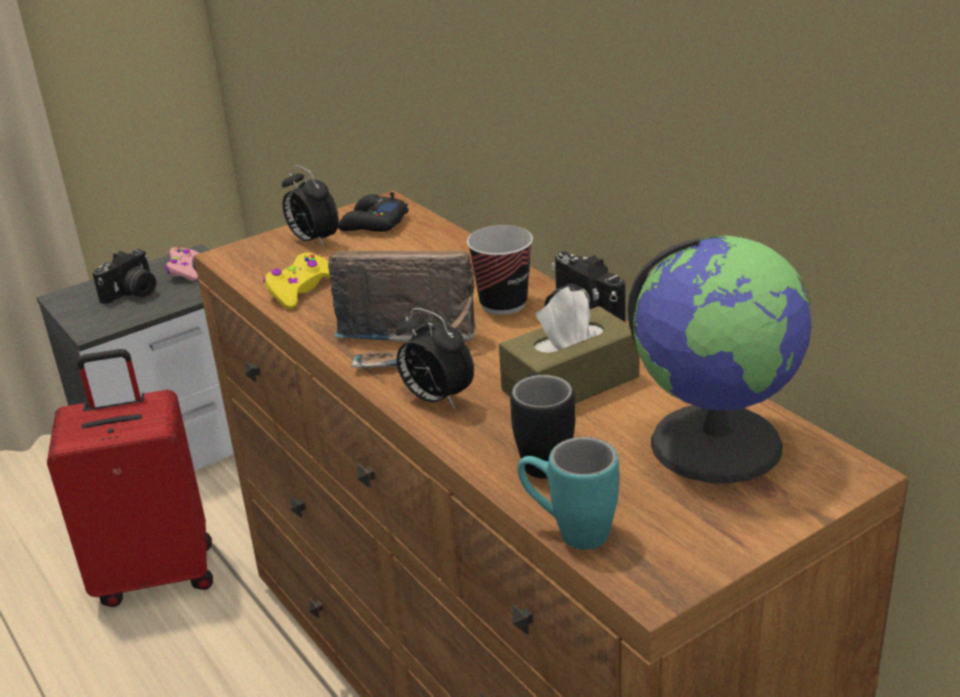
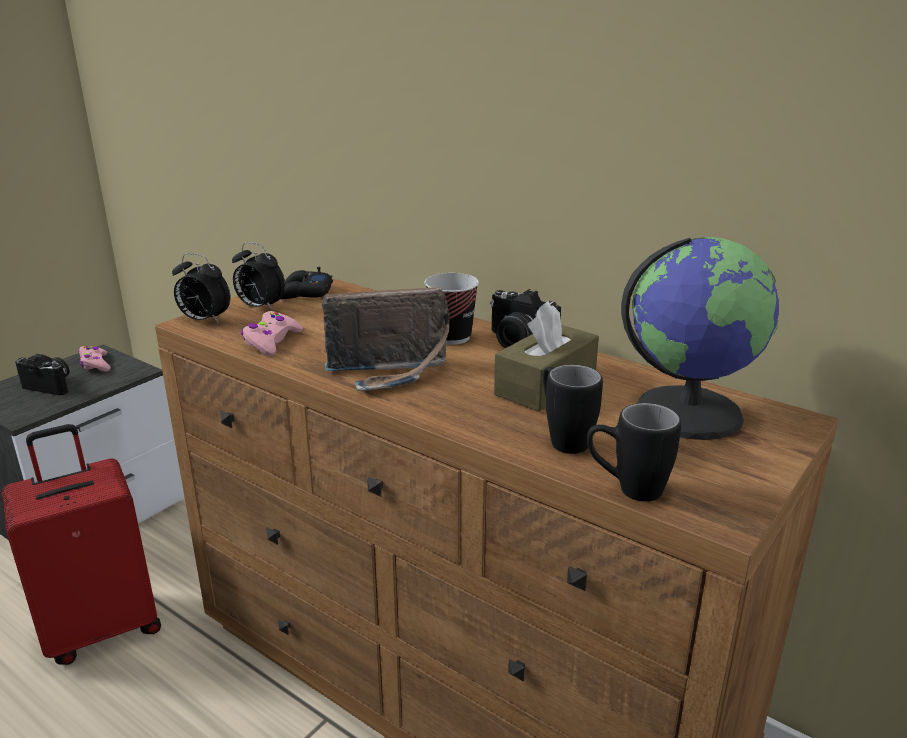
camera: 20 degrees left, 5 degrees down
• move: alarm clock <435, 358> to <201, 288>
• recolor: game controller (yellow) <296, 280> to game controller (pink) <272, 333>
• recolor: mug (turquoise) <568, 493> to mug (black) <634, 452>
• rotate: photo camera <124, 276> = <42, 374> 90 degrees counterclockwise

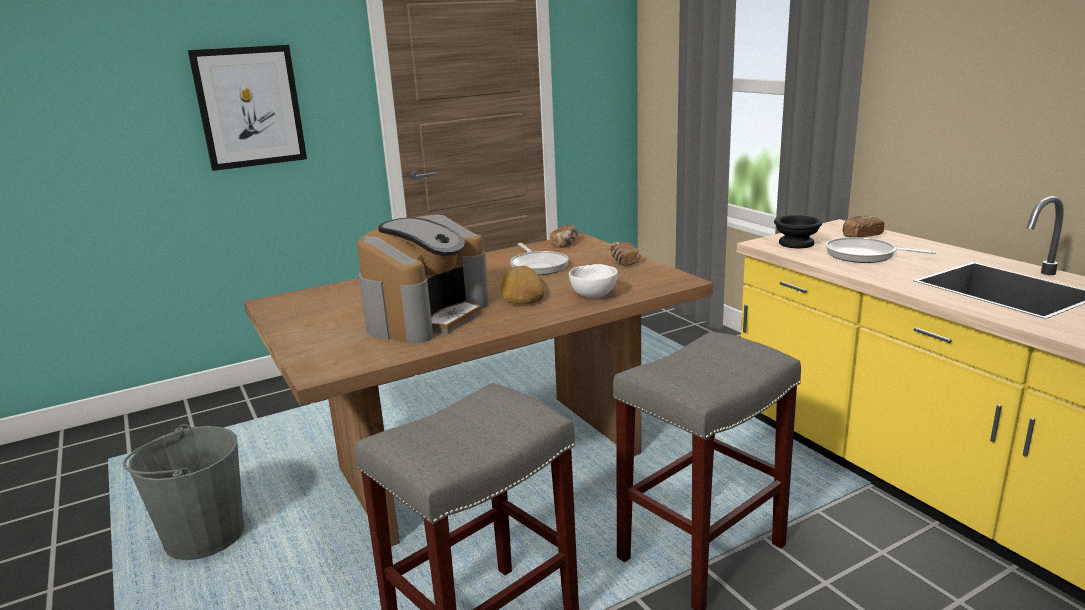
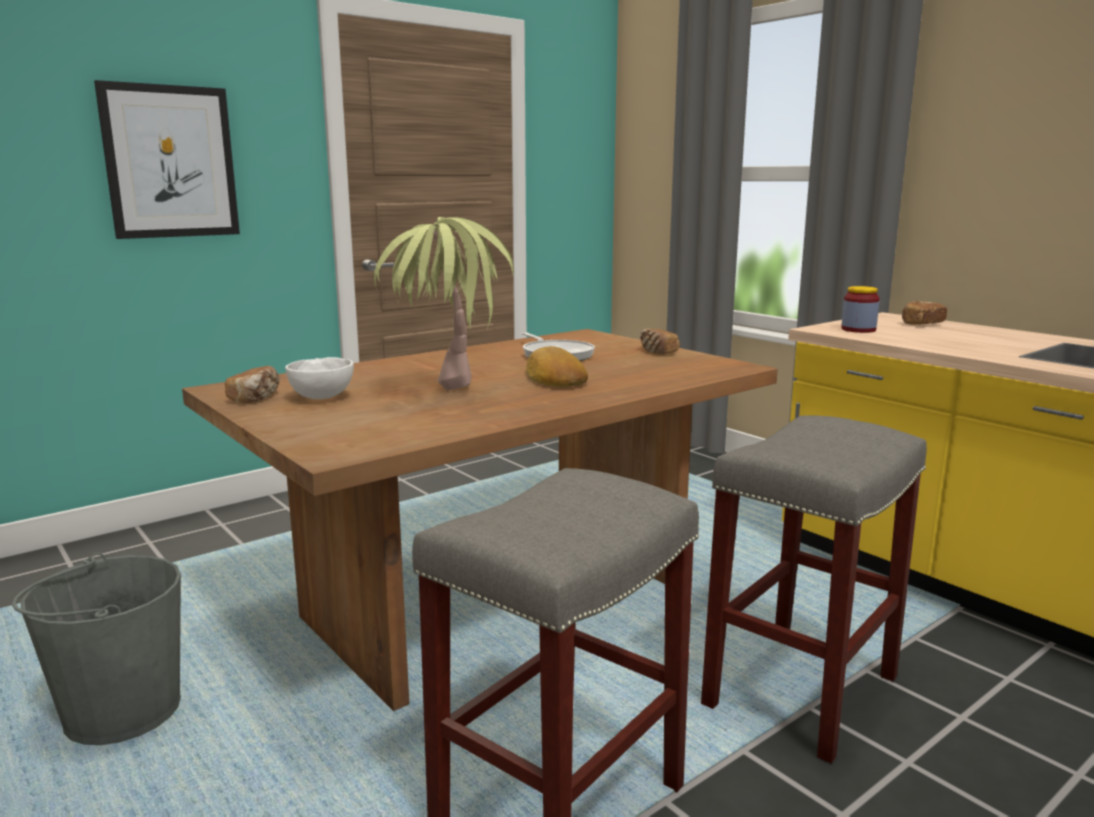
camera: 10 degrees left, 5 degrees down
• delete: frying pan <881, 250>
• move: bread <564, 236> to <252, 385>
• move: bowl (white) <593, 281> to <319, 378>
• replace: coffee machine <423, 279> to potted plant <444, 303>
• replace: bowl (black) <798, 231> to jar <860, 309>

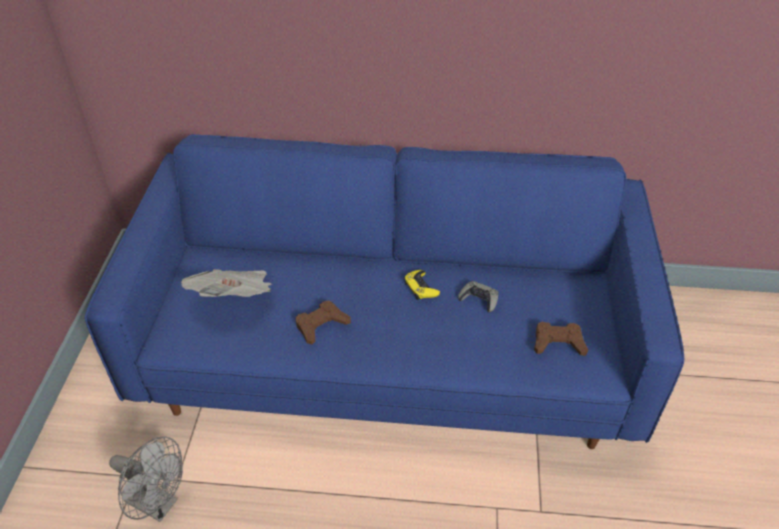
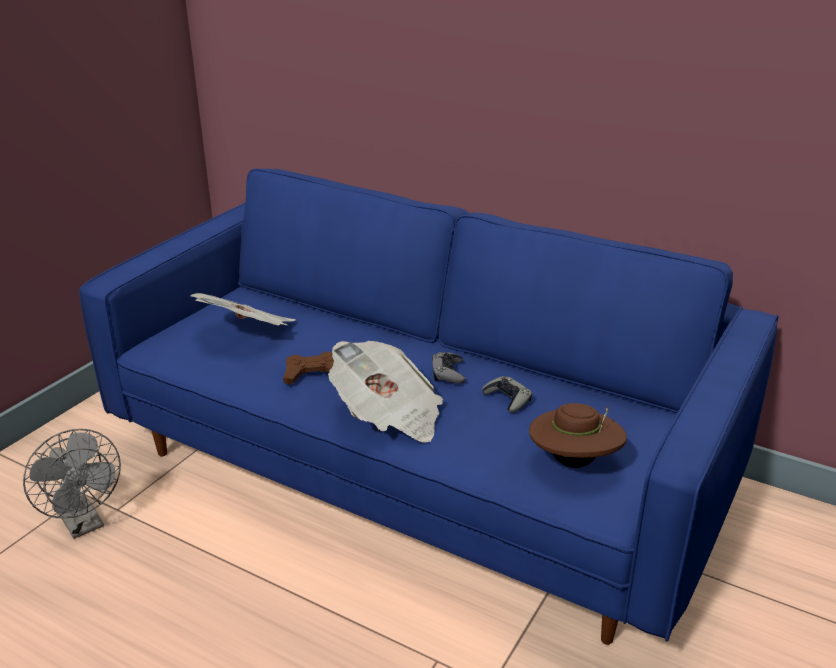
camera: 25 degrees right, 15 degrees down
• insert: newspaper <385, 392>
• replace: game controller (brown) <561, 339> to hat (brown) <578, 435>
• recolor: game controller (yellow) <422, 285> to game controller (grey) <448, 368>

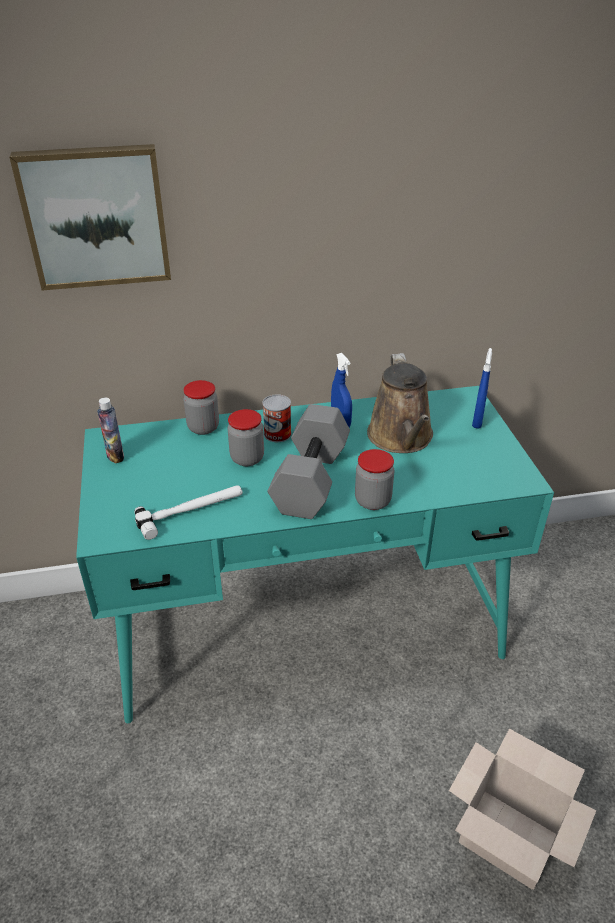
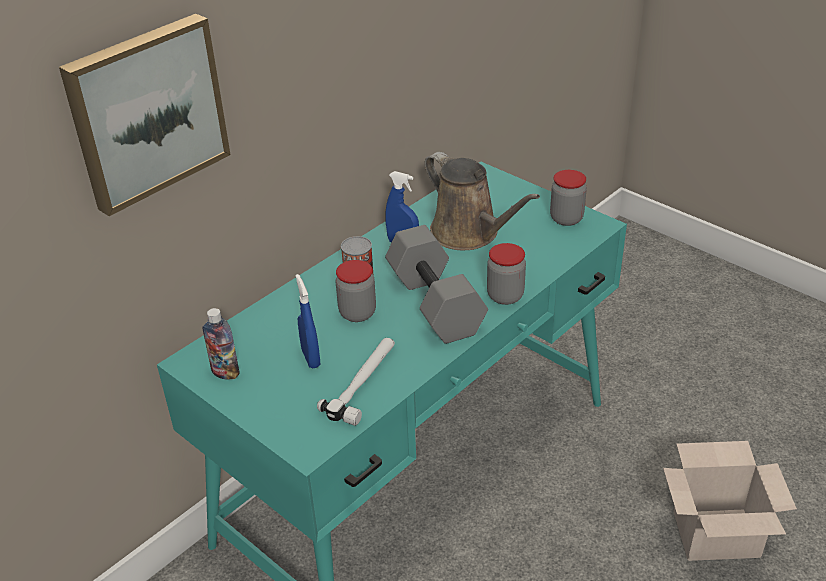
camera: 35 degrees left, 0 degrees up
• move: jar <201, 407> to <568, 198>
• move: spray bottle (blue) <482, 388> to <308, 321>

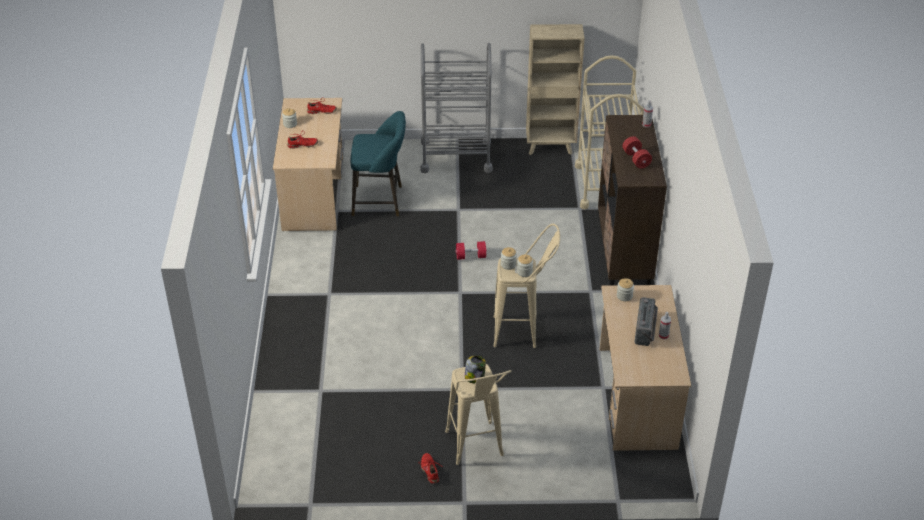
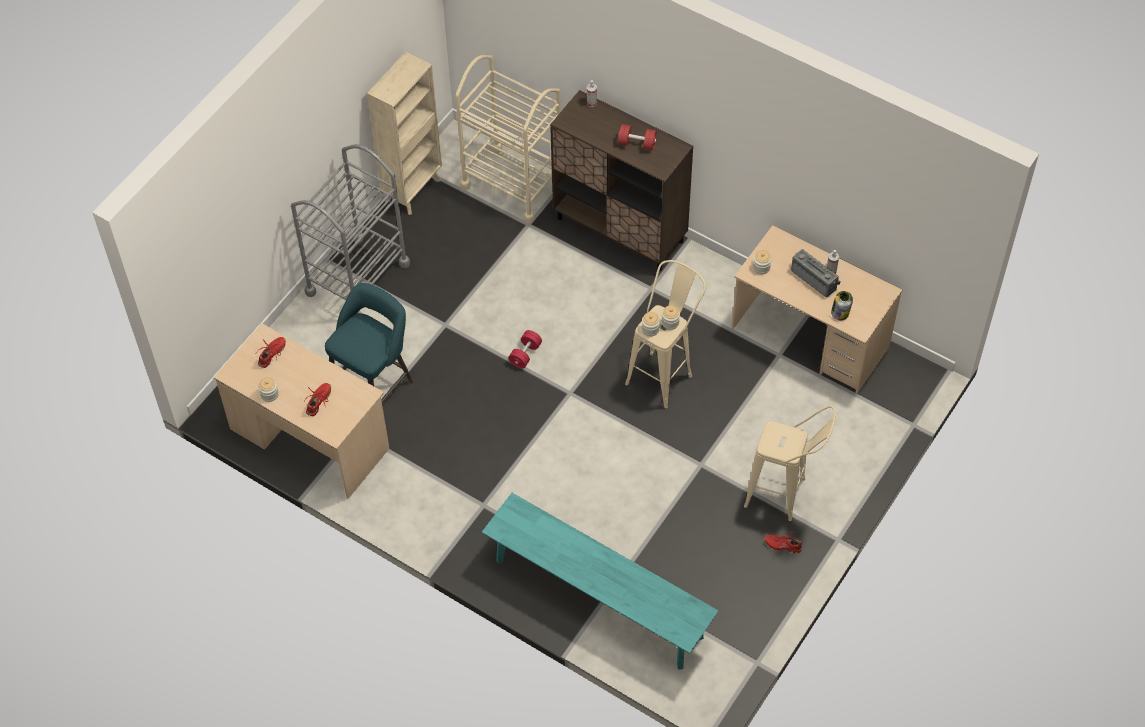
camera: 55 degrees left, 15 degrees up
• insert: bench (turquoise) <600, 581>
• move: jar <475, 369> to <842, 305>

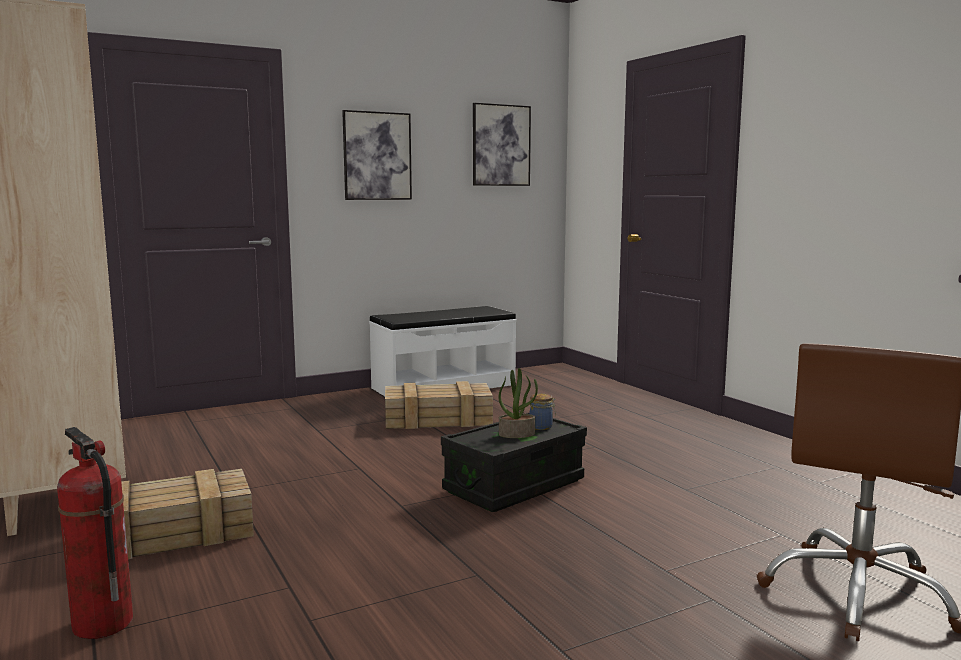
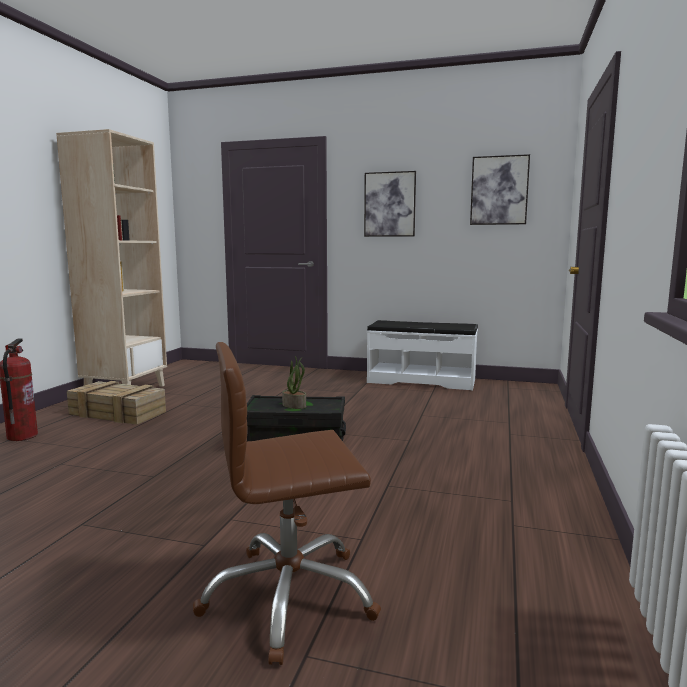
camera: 45 degrees right, 0 degrees up
• delete: crate <439, 405>
• delete: jar <542, 412>

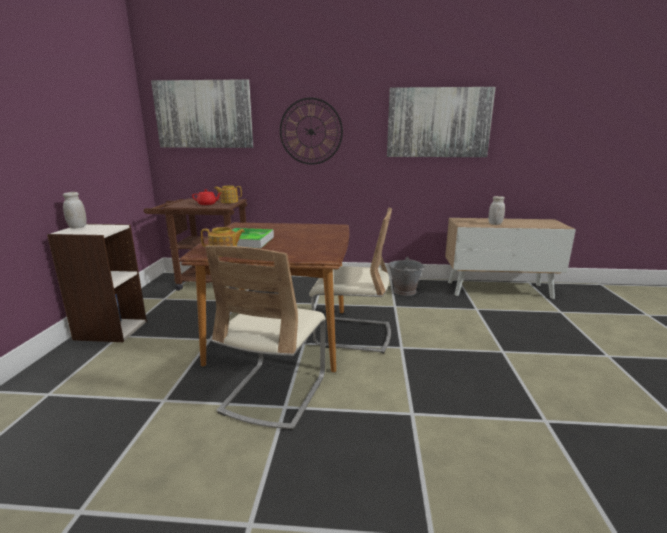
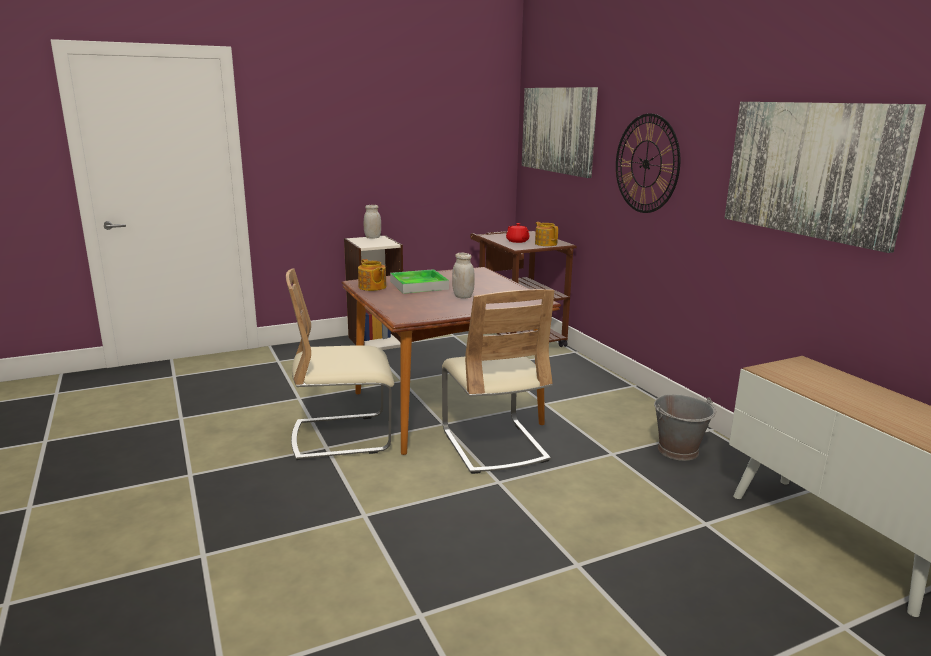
camera: 60 degrees right, 0 degrees up
• move: jar (white) <496, 210> to <463, 276>

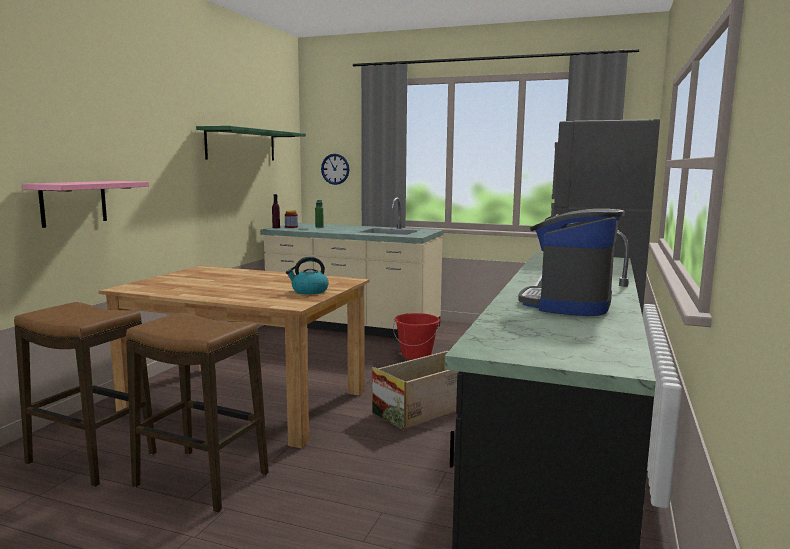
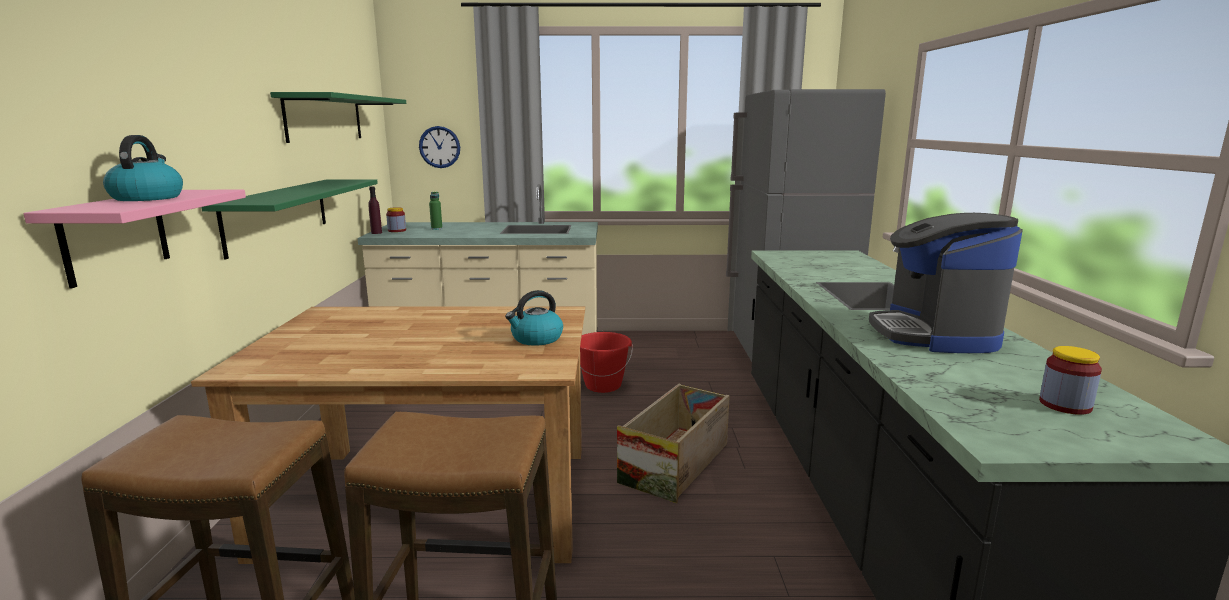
camera: 20 degrees left, 5 degrees up
• insert: kettle <143, 168>
• insert: shelf (green) <290, 219>
• insert: jar <1070, 380>

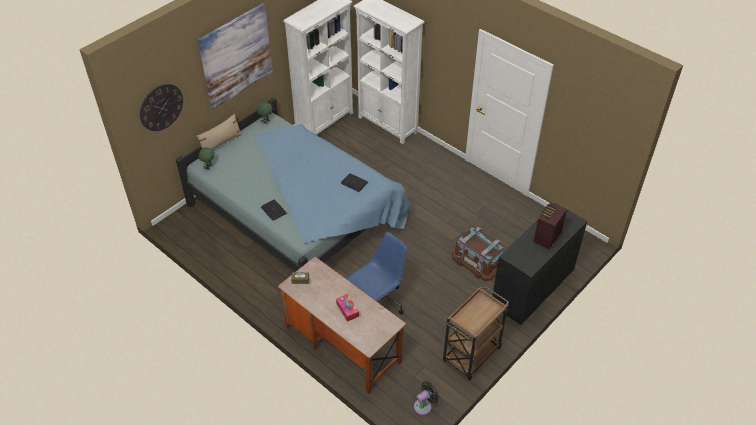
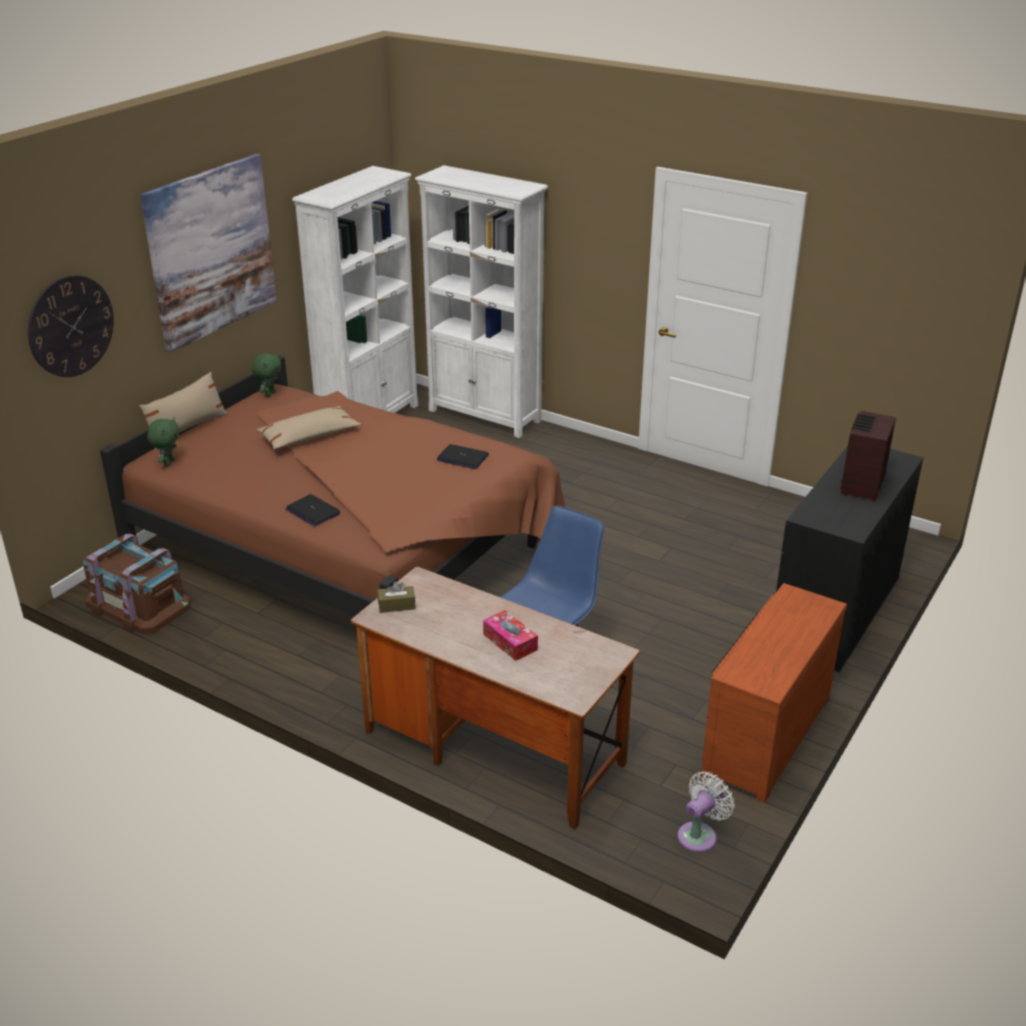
camera: 10 degrees left, 15 degrees down
• insert: pillow (beige) <308, 428>
• move: storage box (brown) <478, 254> to <136, 584>
• replace: cart (brown) <476, 333> to dresser (brown) <774, 693>
• recolor: bed (blue) <294, 184> to bed (brown) <333, 485>
• recolor: fan (black) <426, 398> to fan (white) <706, 812>

